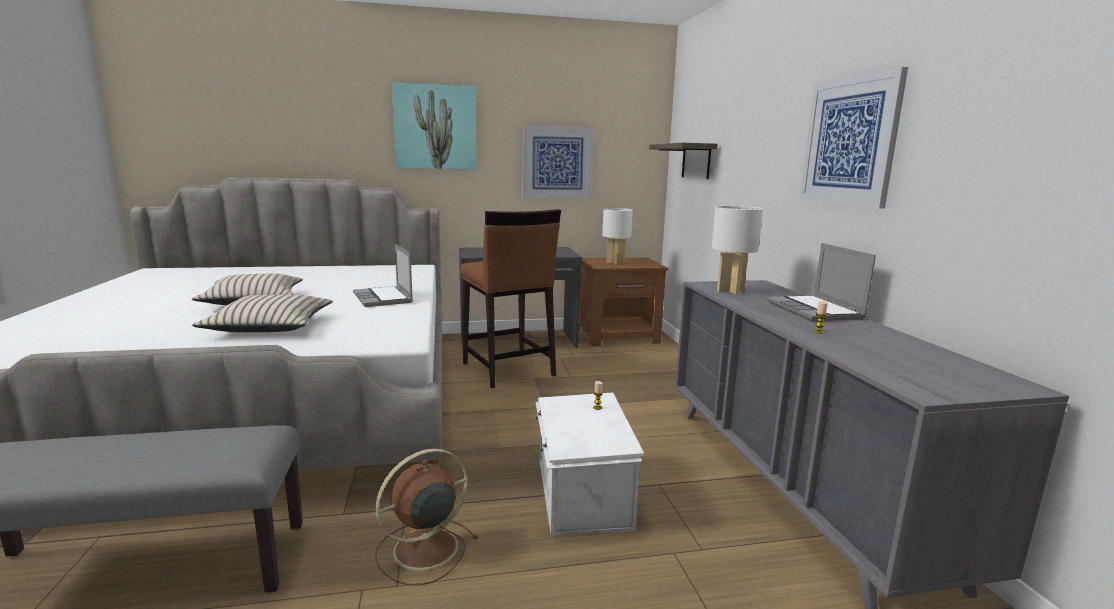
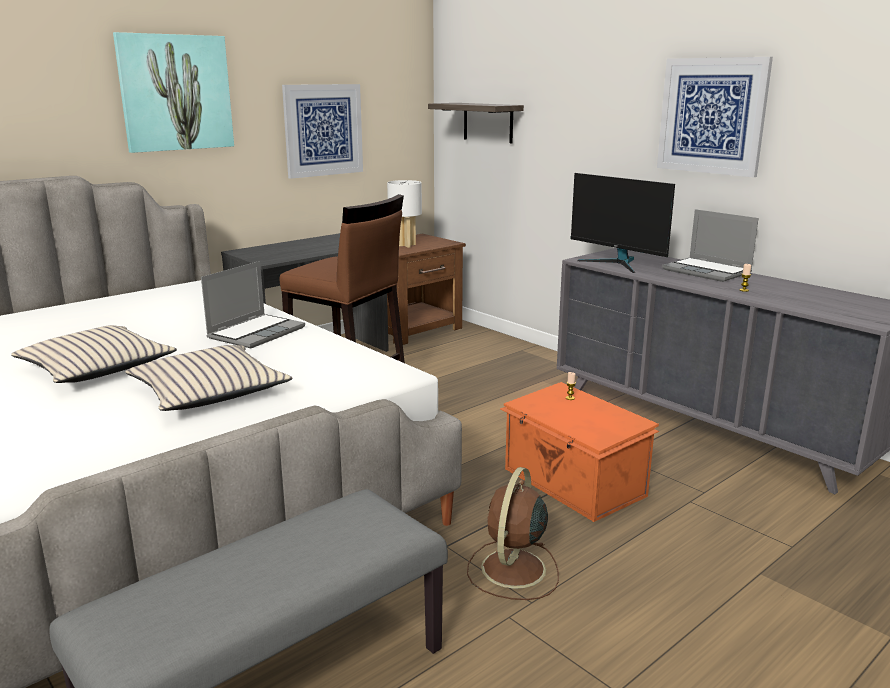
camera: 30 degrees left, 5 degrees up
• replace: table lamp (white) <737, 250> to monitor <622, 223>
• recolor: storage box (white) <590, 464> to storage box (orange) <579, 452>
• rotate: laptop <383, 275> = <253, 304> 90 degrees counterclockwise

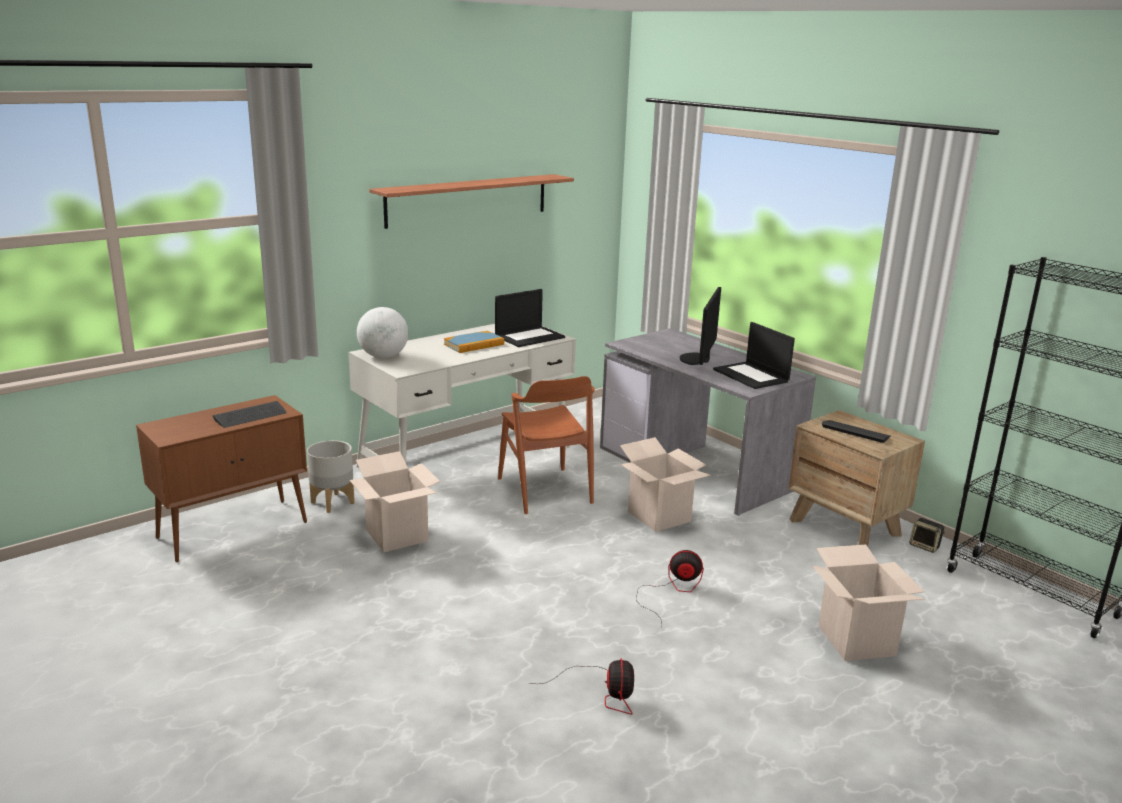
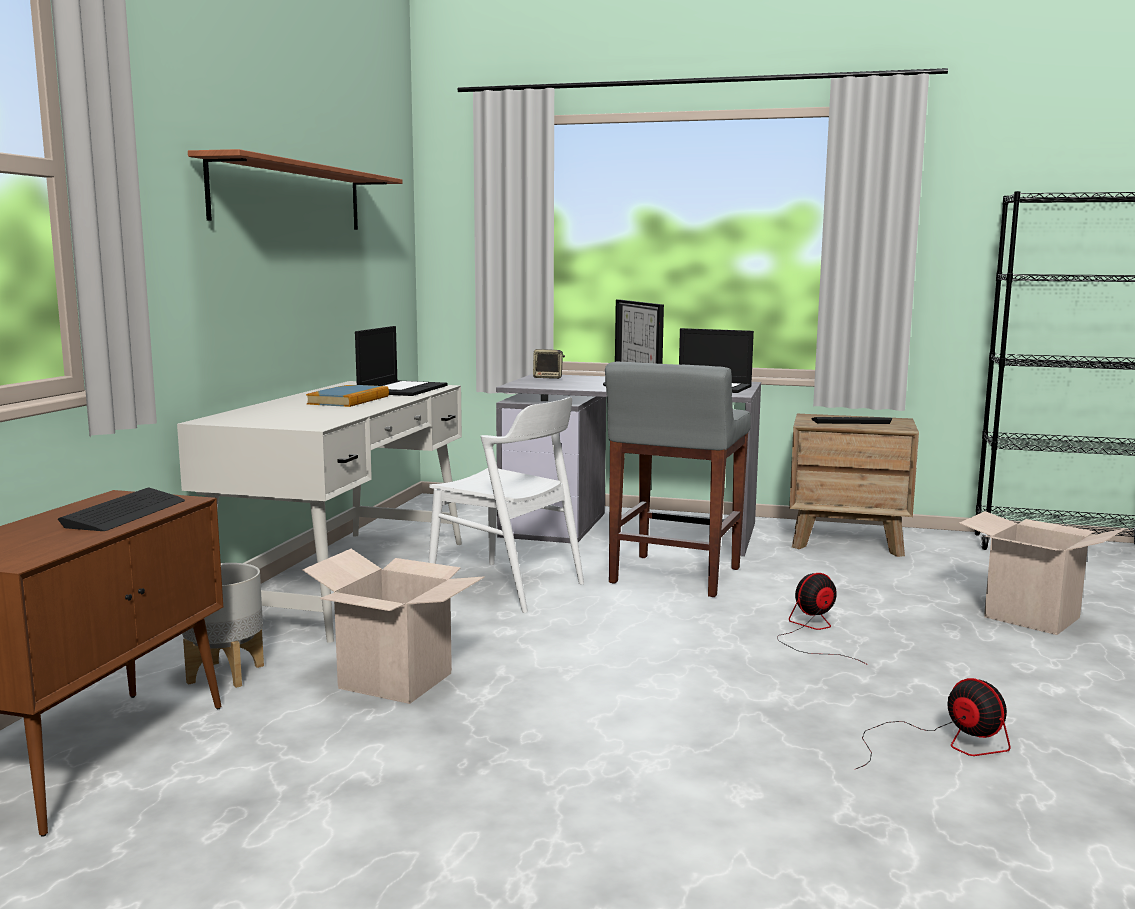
camera: 35 degrees left, 10 degrees down
• delete: globe <383, 332>
• move: speaker <927, 535> to <549, 364>
• replace: cardboard box <665, 484> to stool (grey) <678, 479>
• recolor: chair (brown) <546, 445> to chair (white) <506, 505>

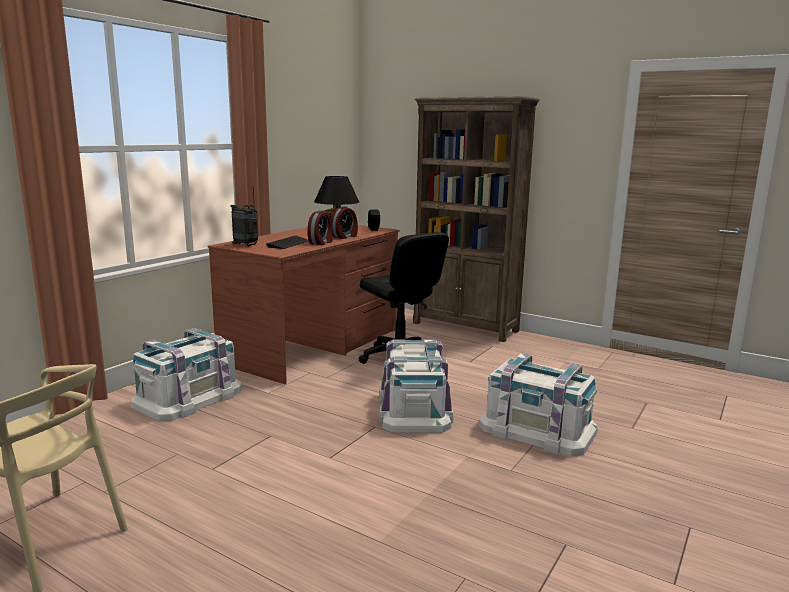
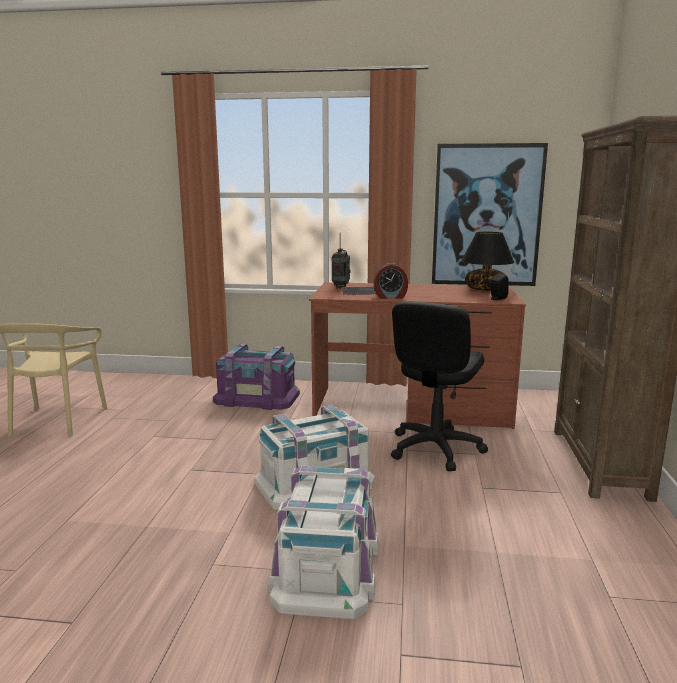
camera: 65 degrees right, 0 degrees up
• delete: alarm clock <344, 222>
• insert: picture <490, 214>
• recolor: storage box (white) <186, 374> to storage box (purple) <256, 377>

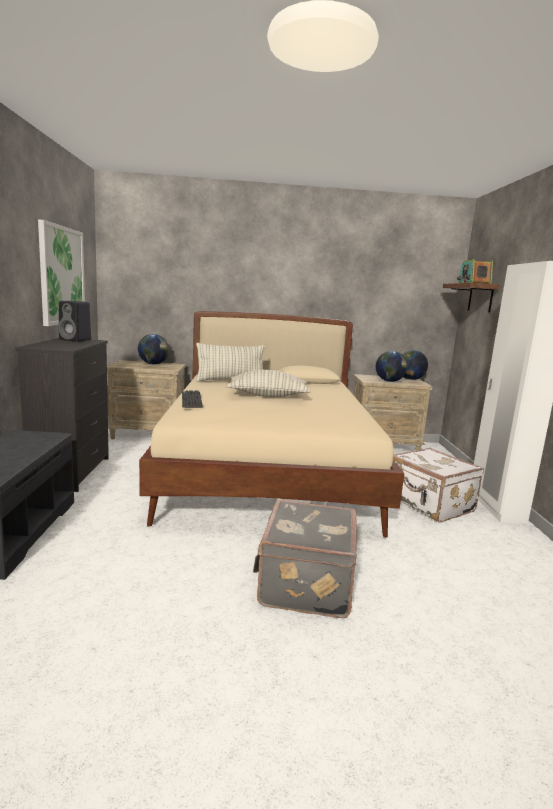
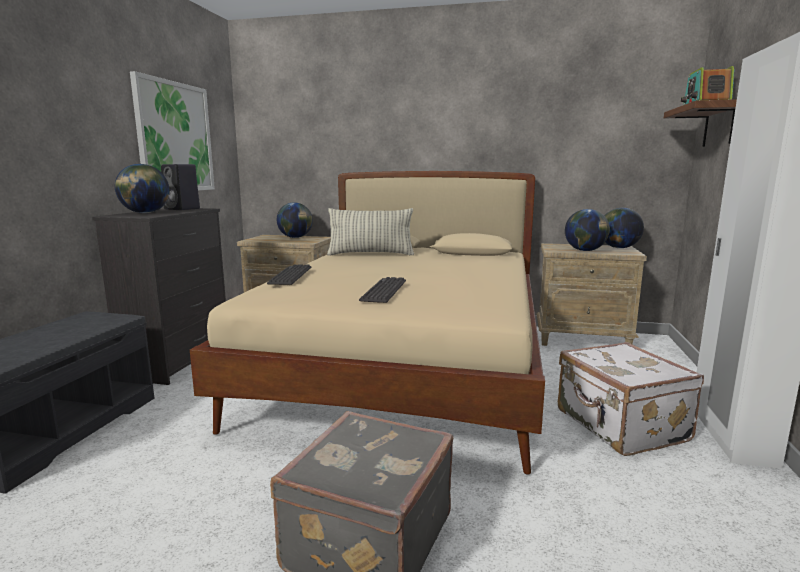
camera: 15 degrees right, 0 degrees up
• delete: pillow <269, 383>
• insert: globe <142, 188>
• insert: keyboard <382, 290>

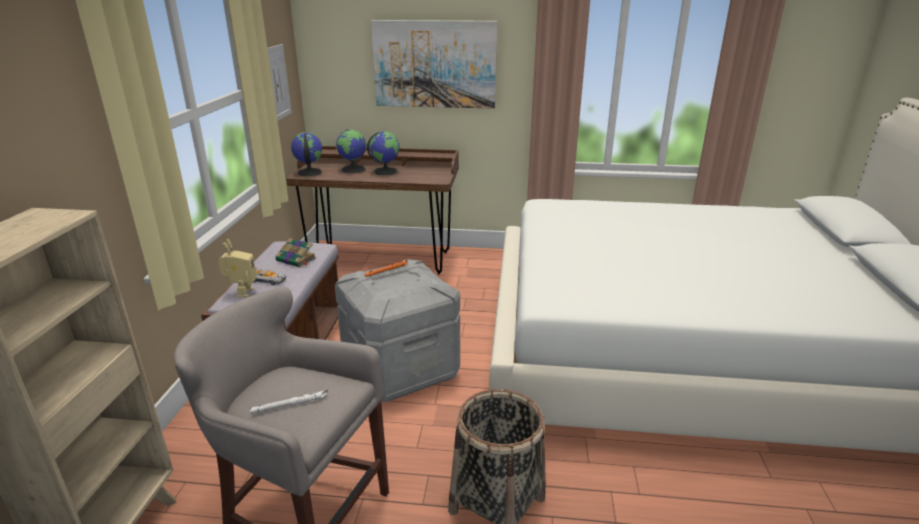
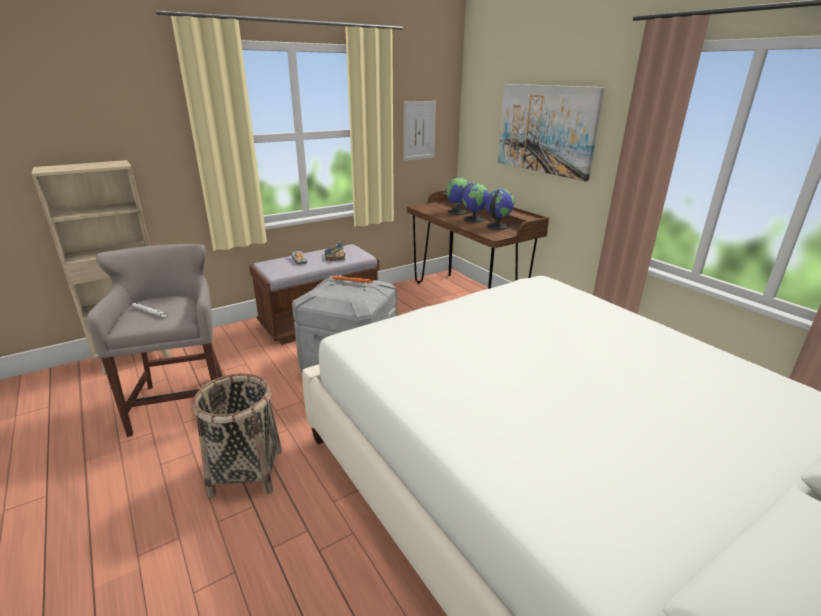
camera: 50 degrees right, 0 degrees up
• delete: toy robot <237, 268>
• move: globe <306, 154> to <500, 209>

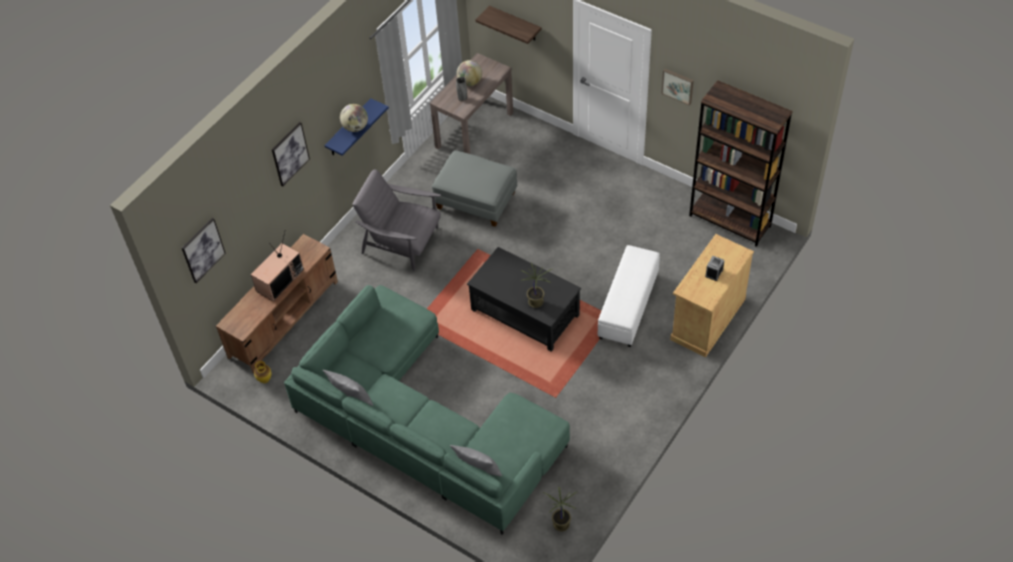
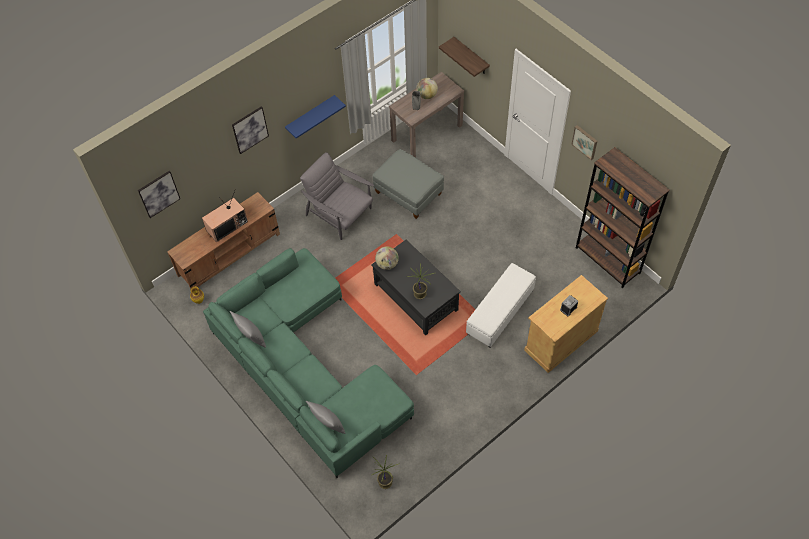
camera: 15 degrees right, 5 degrees up
• move: globe <354, 118> to <387, 258>

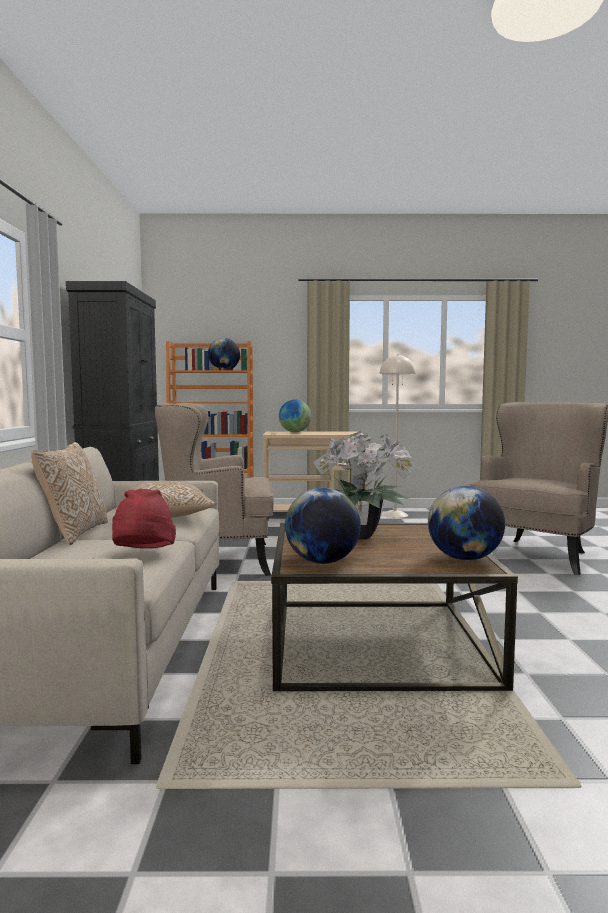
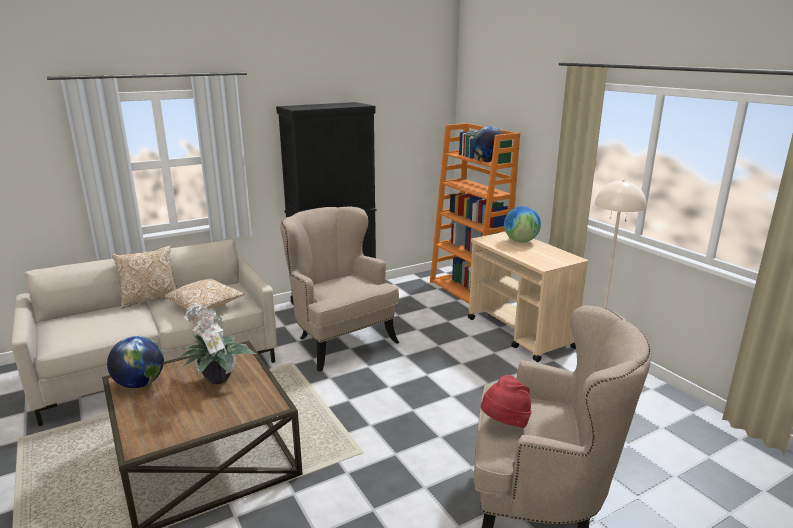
camera: 60 degrees right, 15 degrees up
• delete: globe <466, 523>
• move: hat (red) <144, 518> to <506, 401>

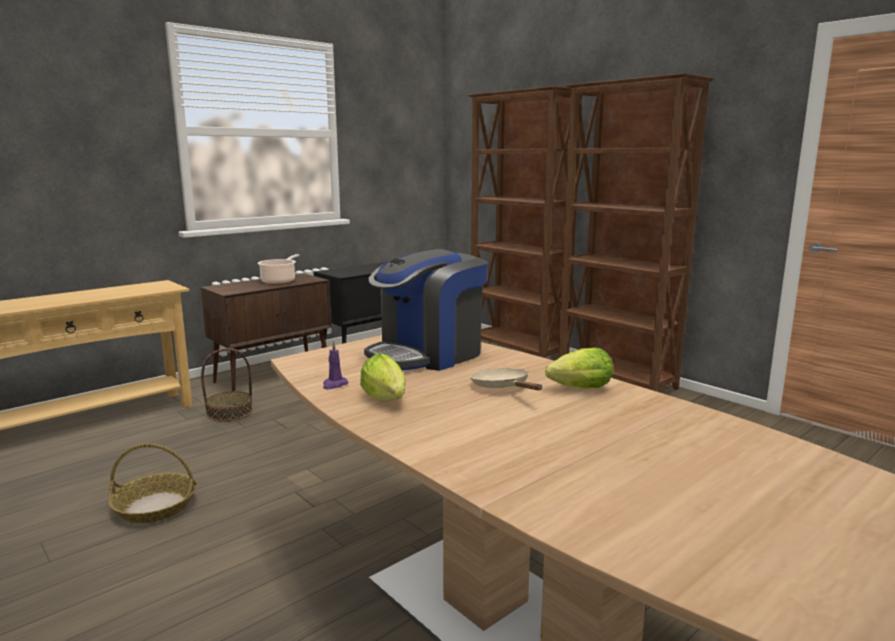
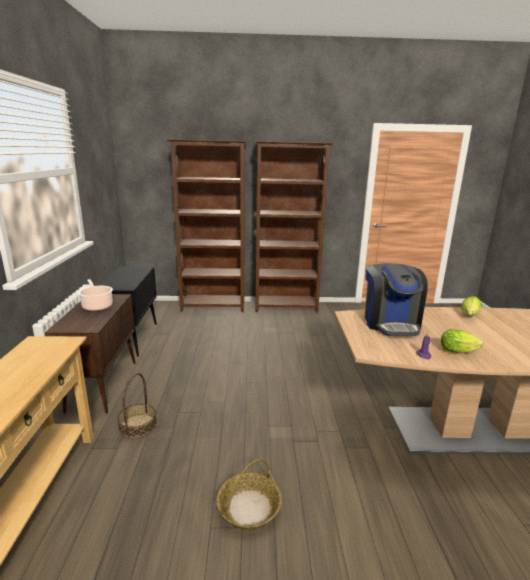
camera: 50 degrees left, 5 degrees up
• delete: frying pan (beige) <506, 379>

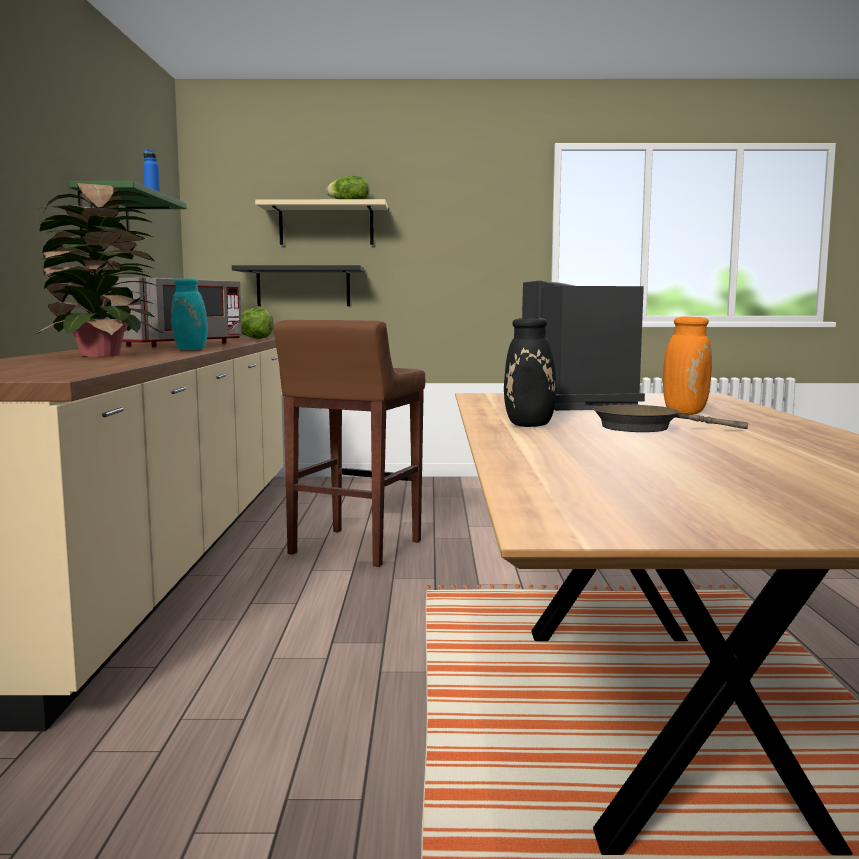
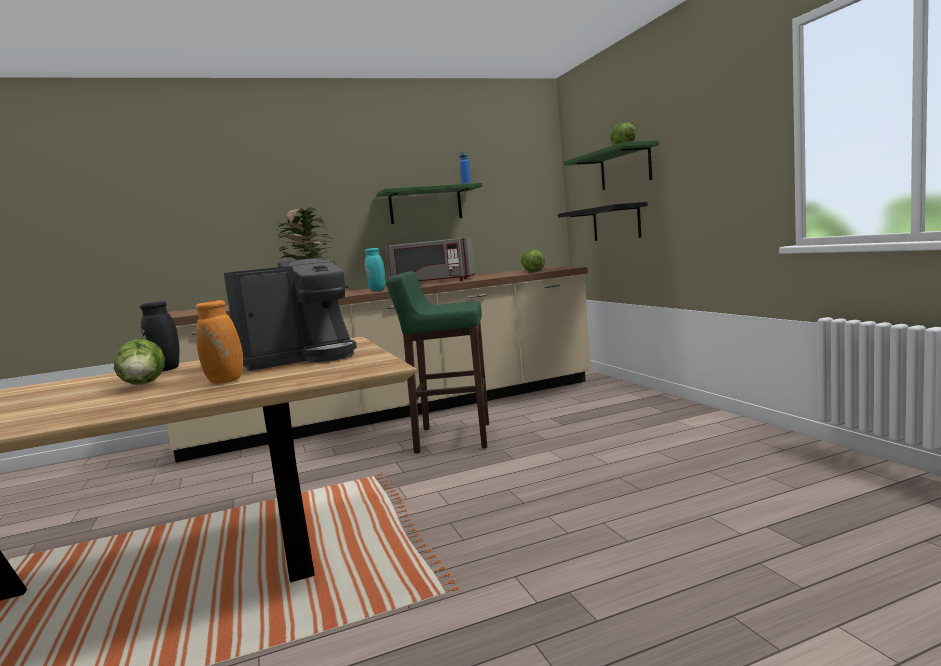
camera: 70 degrees right, 0 degrees up
• replace: frying pan (brown) <670, 418> to lettuce <139, 362>
• recolor: shelf (beige) <321, 222> to shelf (green) <611, 165>
• recolor: stool (brown) <349, 443> to stool (green) <437, 362>

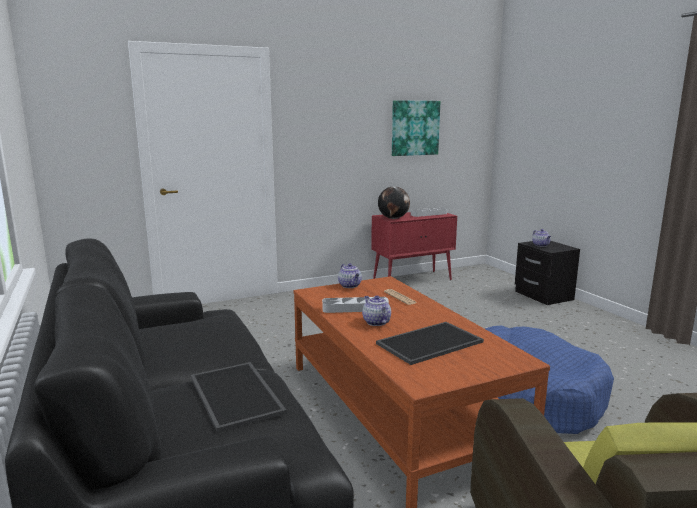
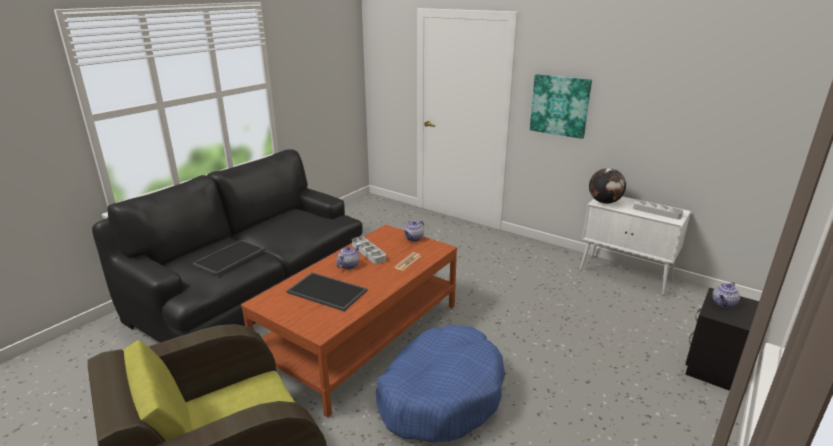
camera: 60 degrees right, 10 degrees up
• move: picture <416, 128> to <561, 106>
• recolor: cabinet (red) <414, 246> to cabinet (white) <635, 245>

